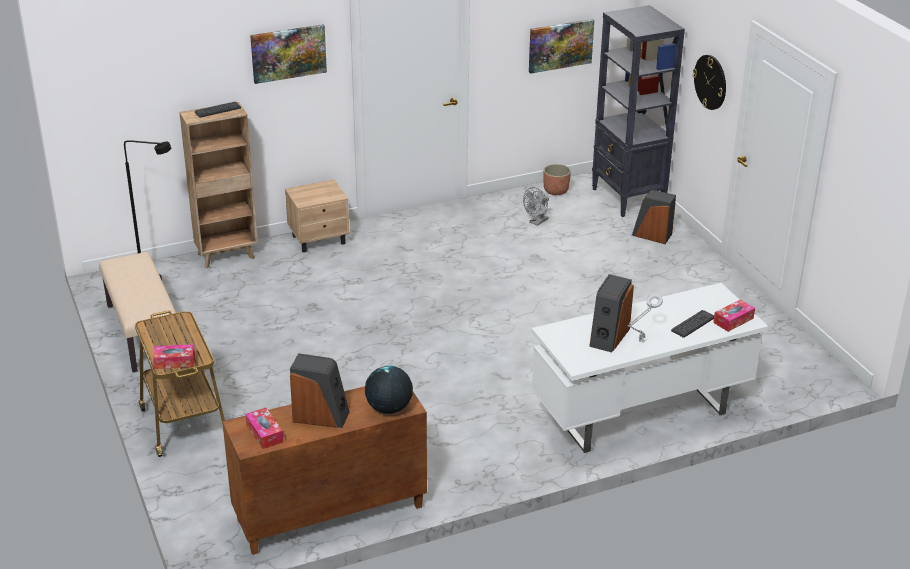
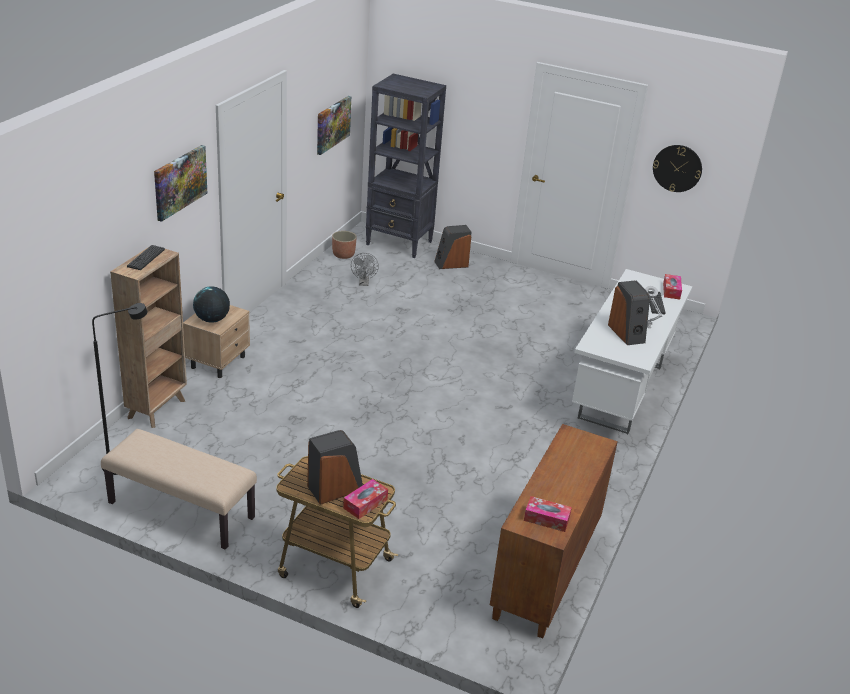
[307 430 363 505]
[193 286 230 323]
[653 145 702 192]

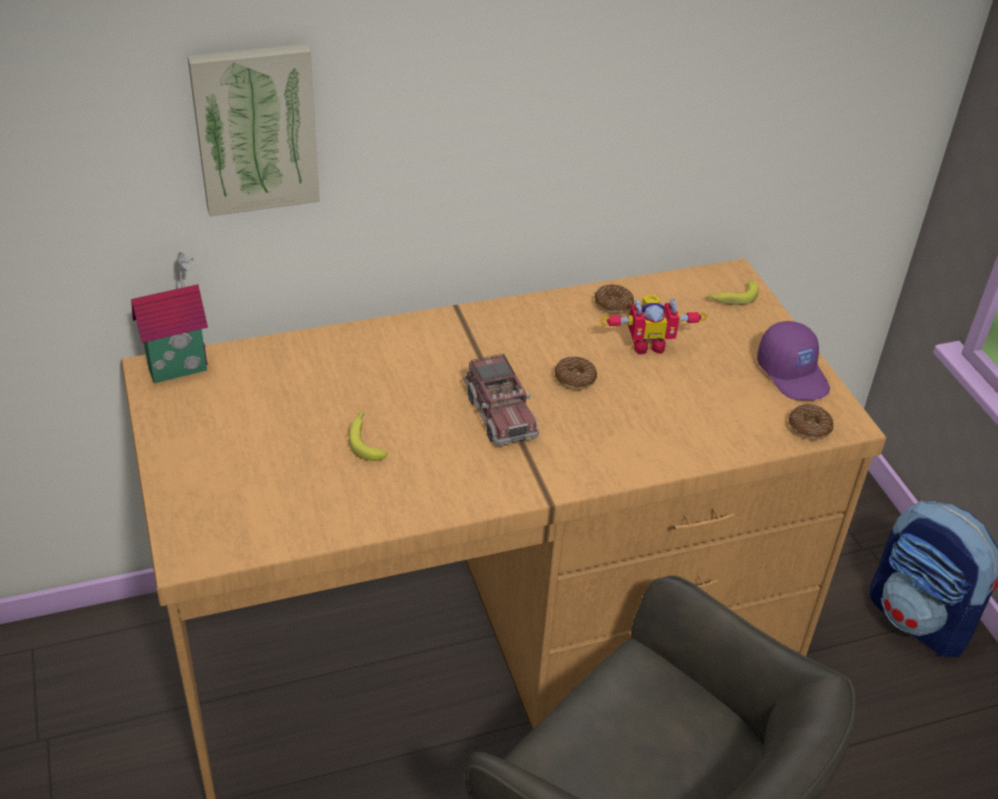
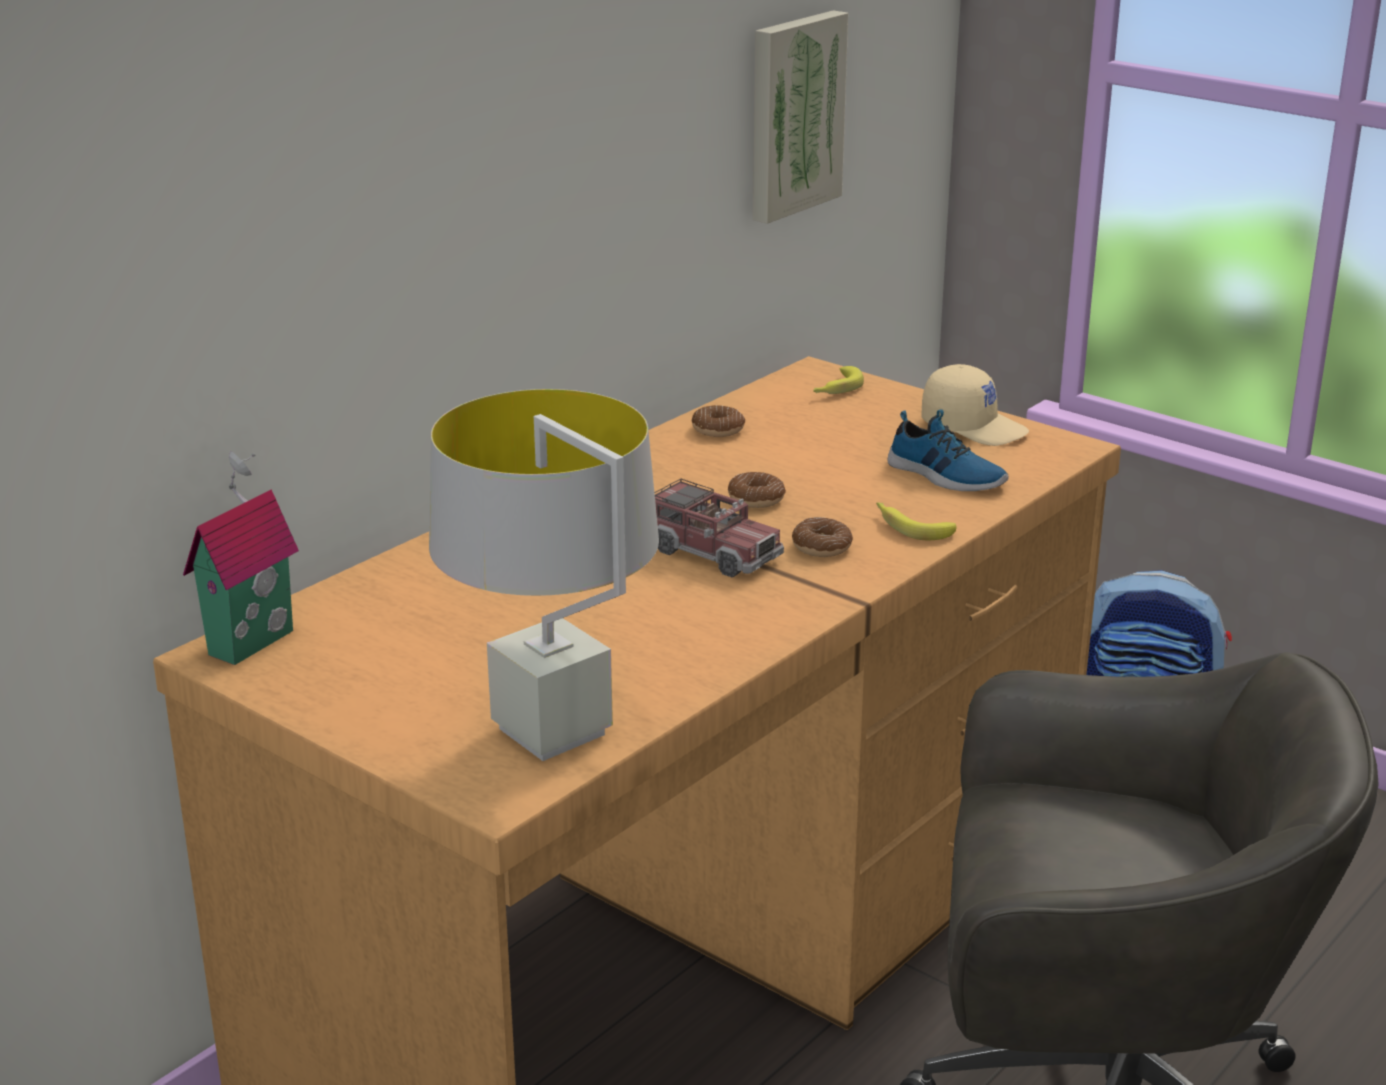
[600 294 707 355] (first image)
[429 389 659 761]
[887 409 1009 491]
[753 10 848 224]
[876 502 957 540]
[792 517 853 557]
[922 364 1029 446]

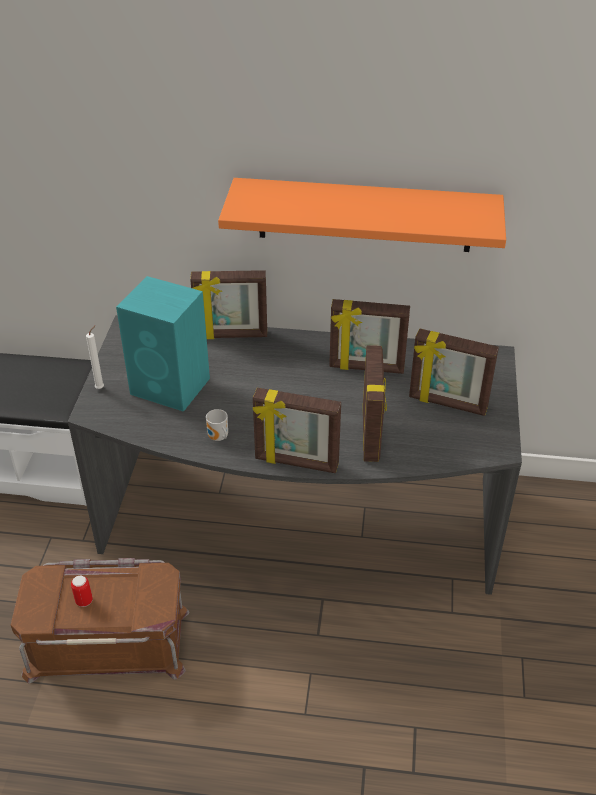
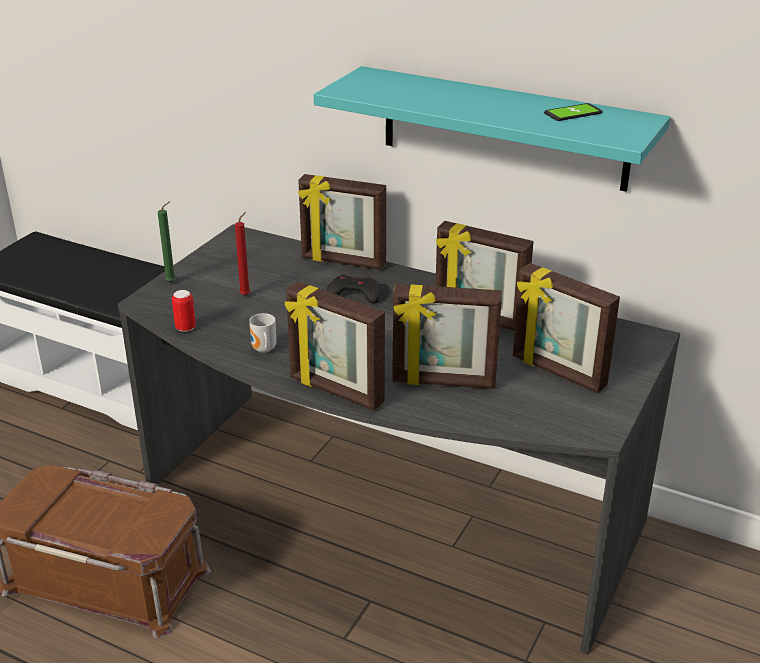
[326 275 380 304]
[544 103 602 121]
[172 290 196 332]
[235 212 250 296]
[158 201 176 282]
[314 66 670 192]
[393 284 502 389]

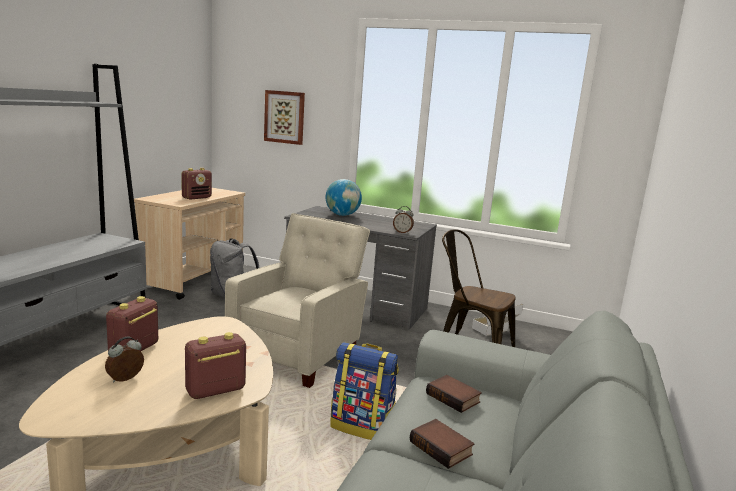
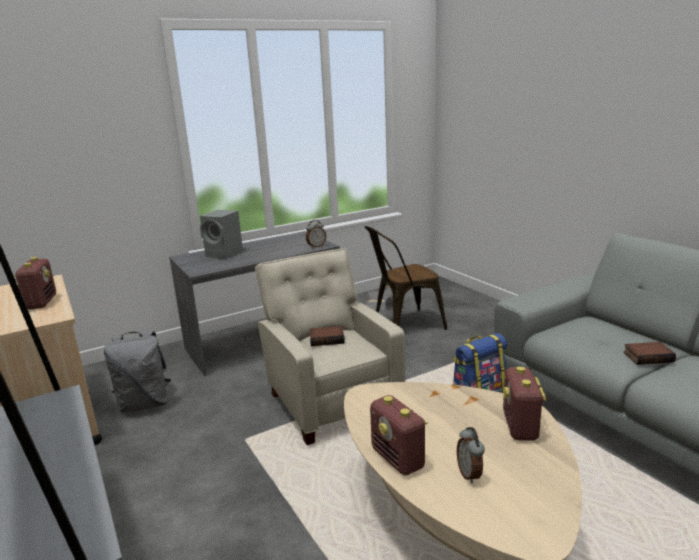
[264 90 305 145] (first image)
[310 326 345 346]
[200 210 243 259]

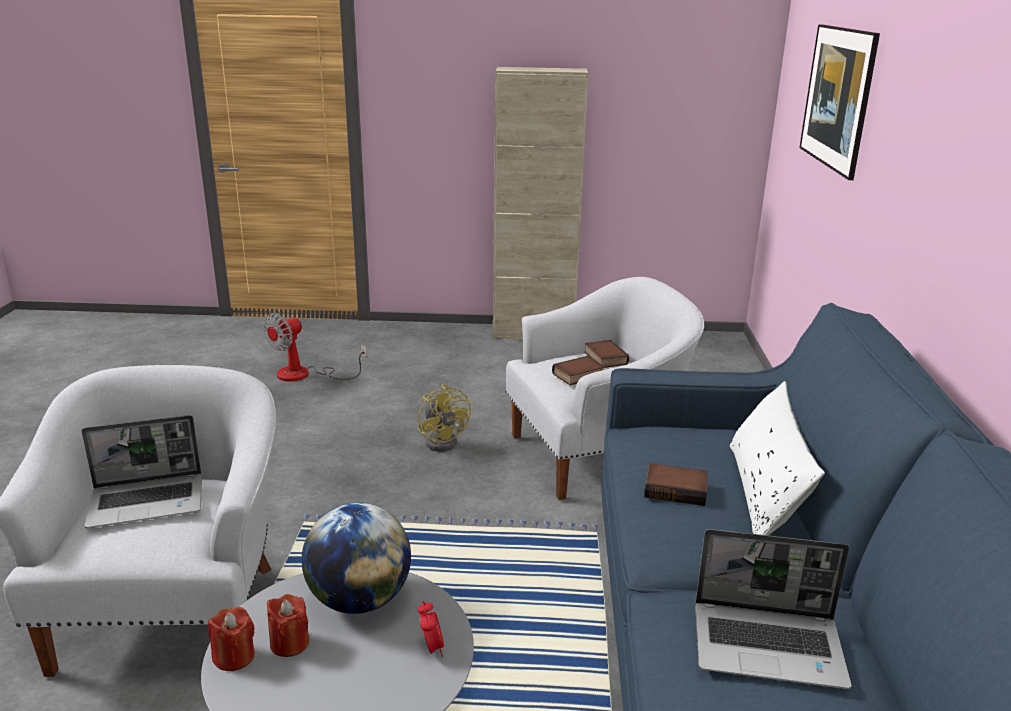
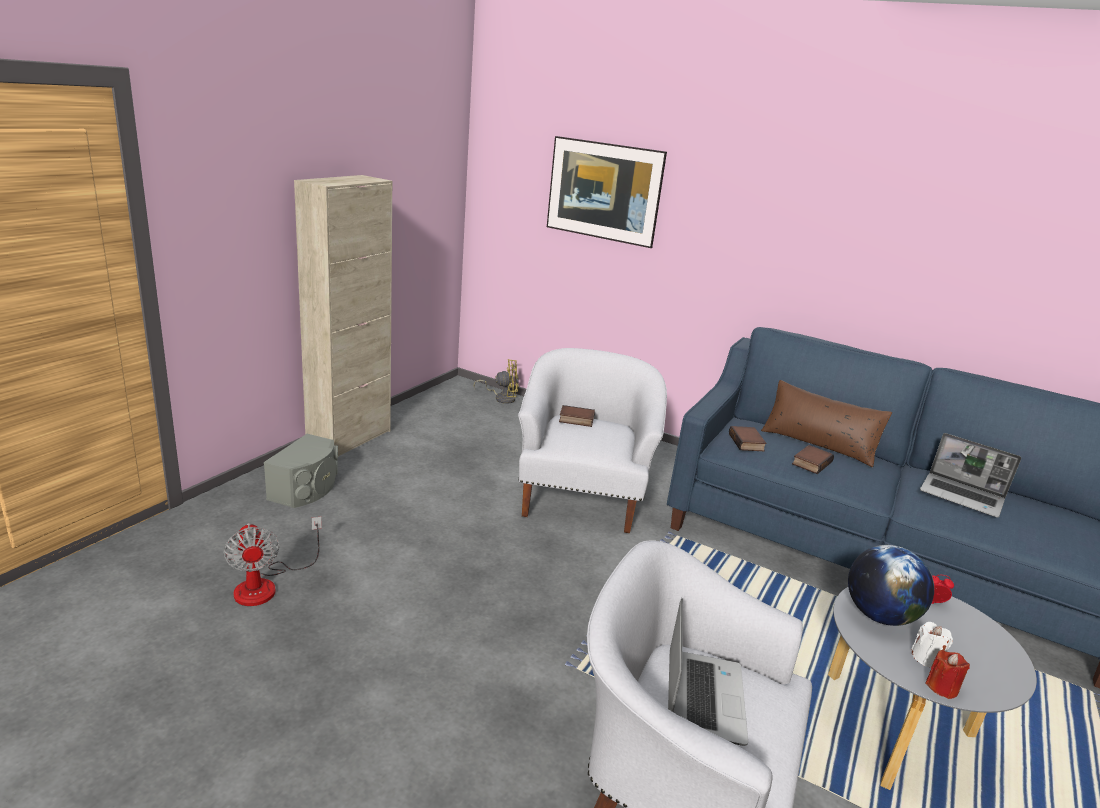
[264 434 338 508]
[474 359 519 404]
[729 426 767 451]
[911 622 953 668]
[761 380 892 467]
[920 433 1021 518]

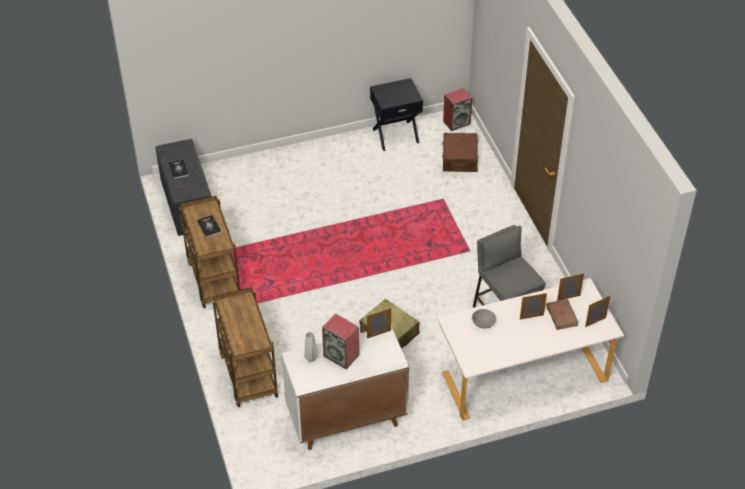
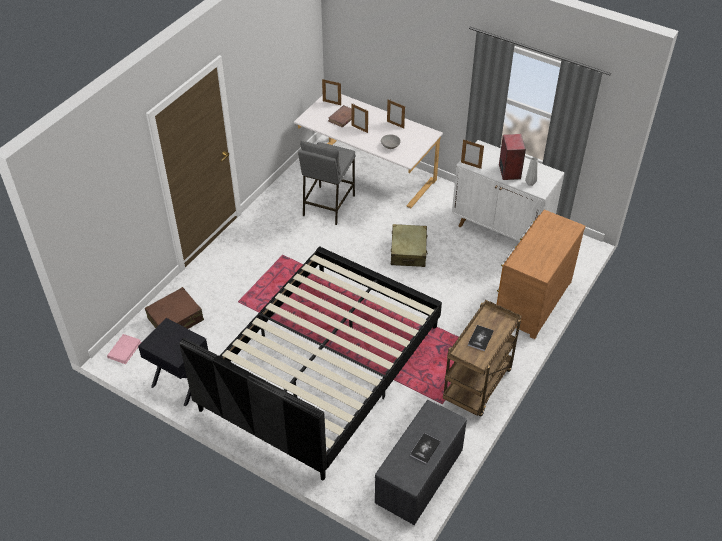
[179 246 442 480]
[387 100 405 128]
[497 209 586 339]
[107 334 141 364]

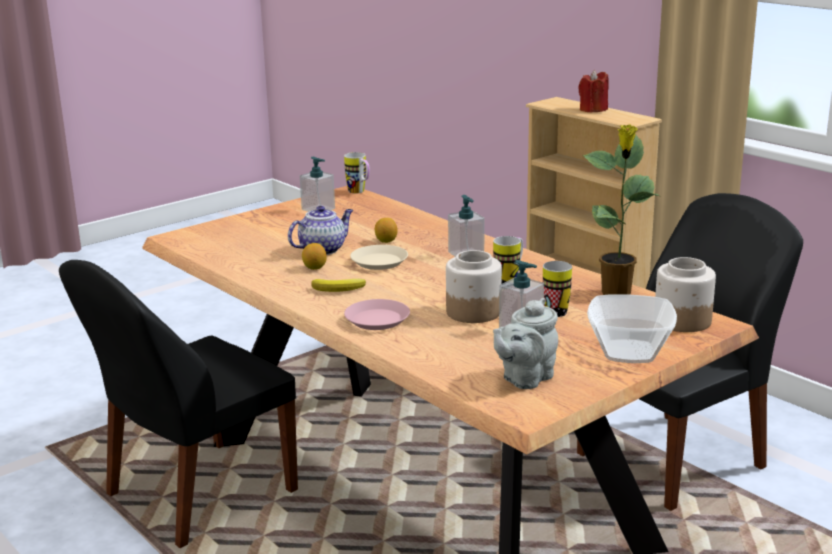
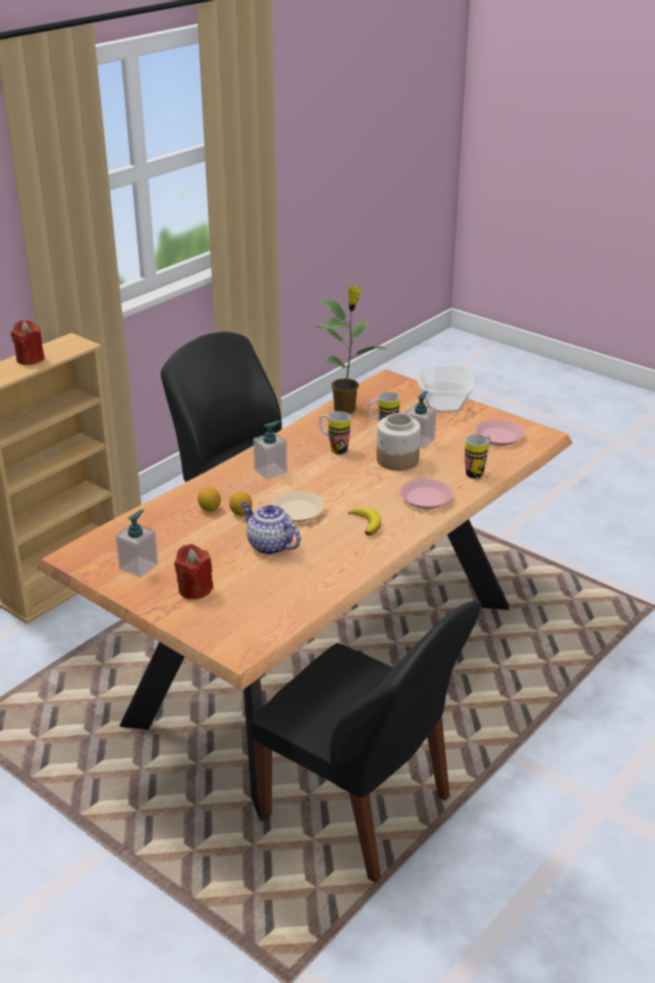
[655 257 716 332] (first image)
[174 544 213 599]
[198 487 221 511]
[465 434 490 479]
[475 420 524 446]

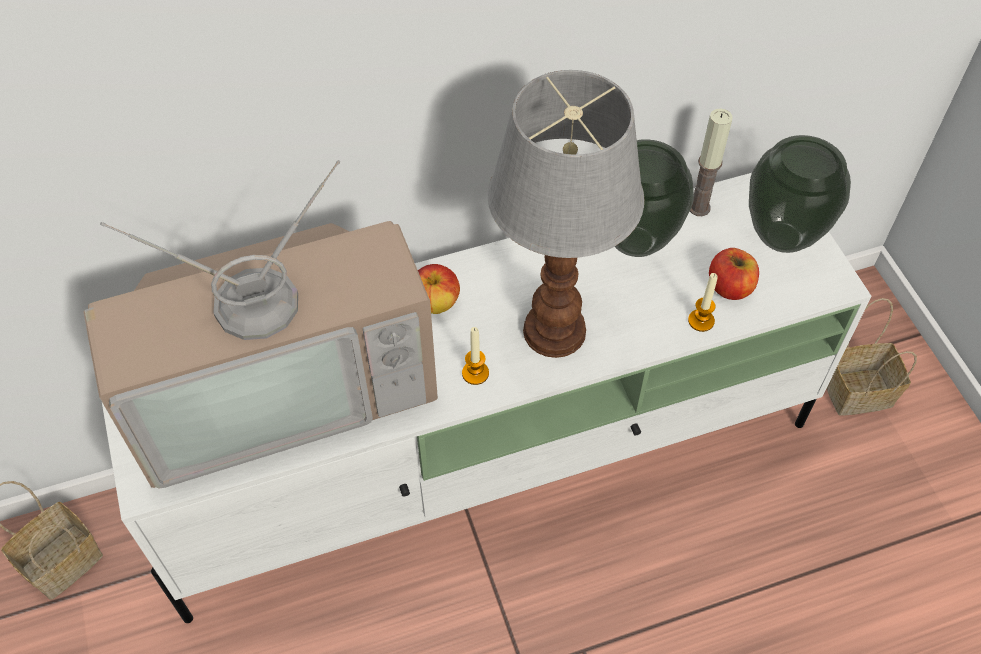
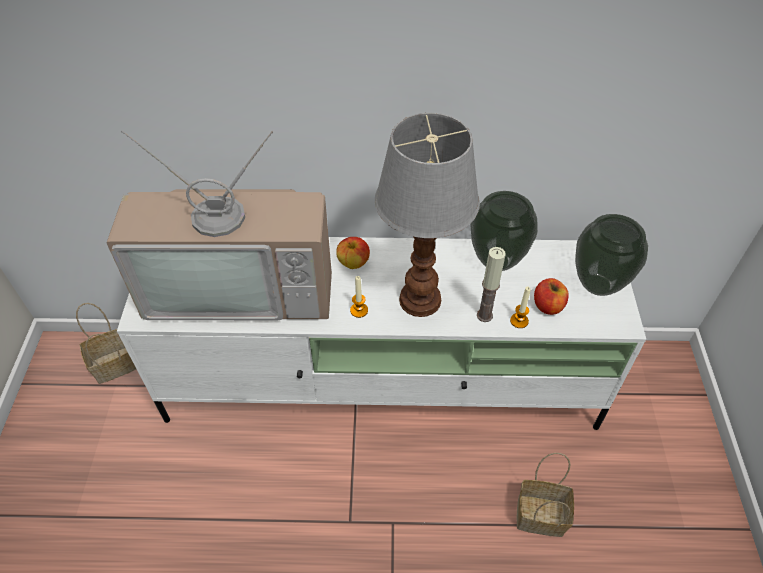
[477 247 506 322]
[517 453 574 537]

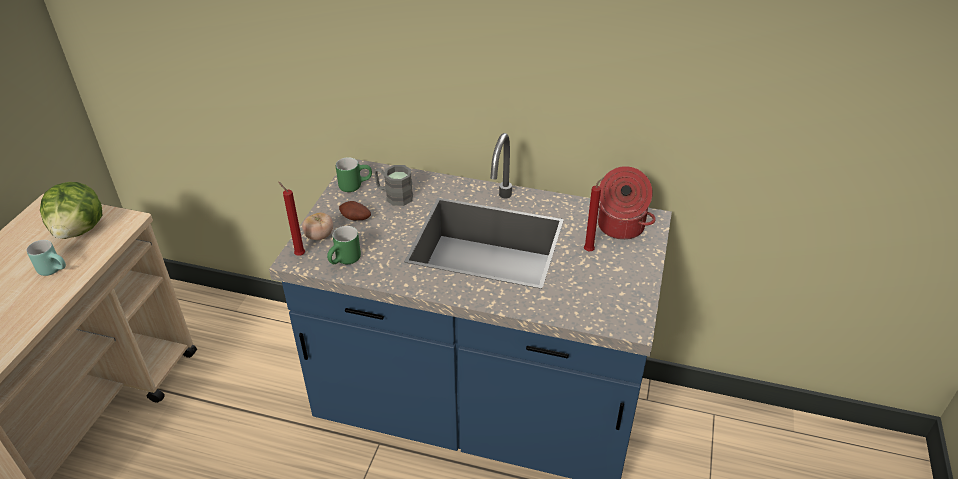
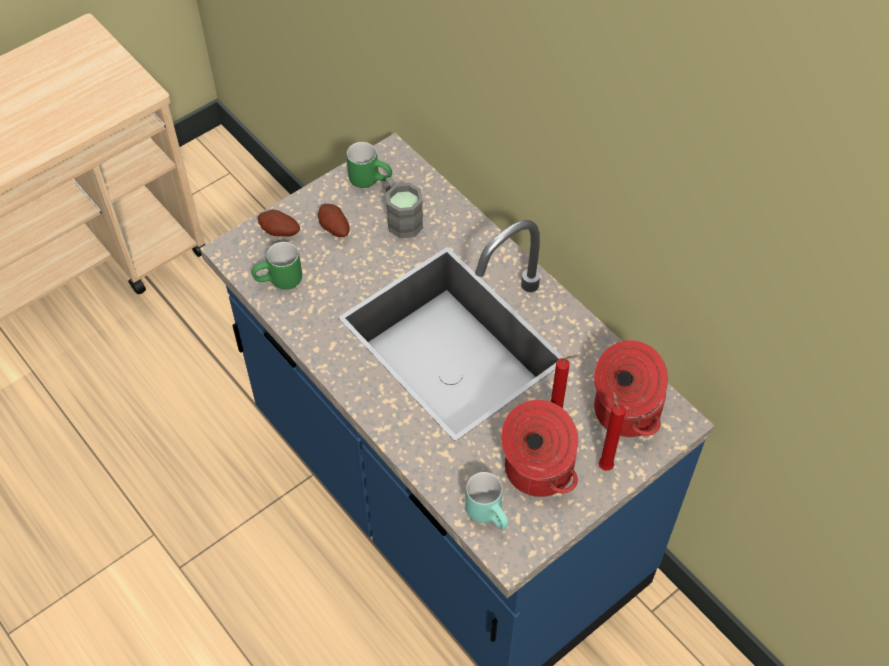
[40 182 103 239] (first image)
[501 400 578 497]
[465 472 509 529]
[598 391 626 471]
[258 210 300 237]

